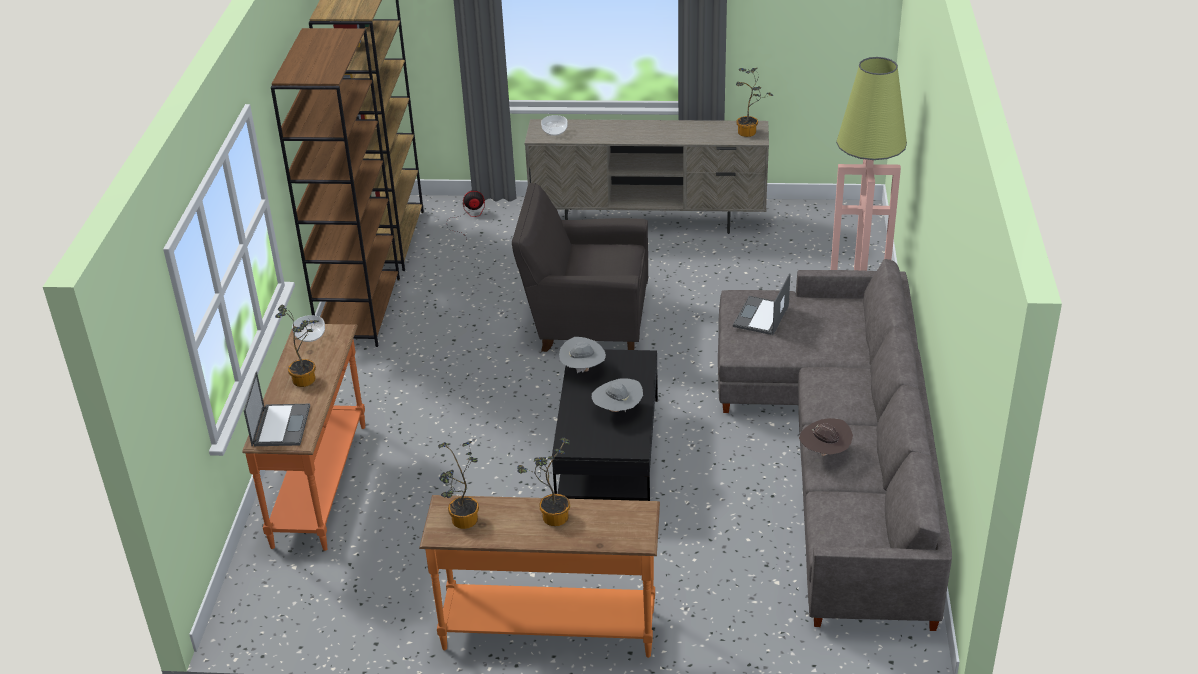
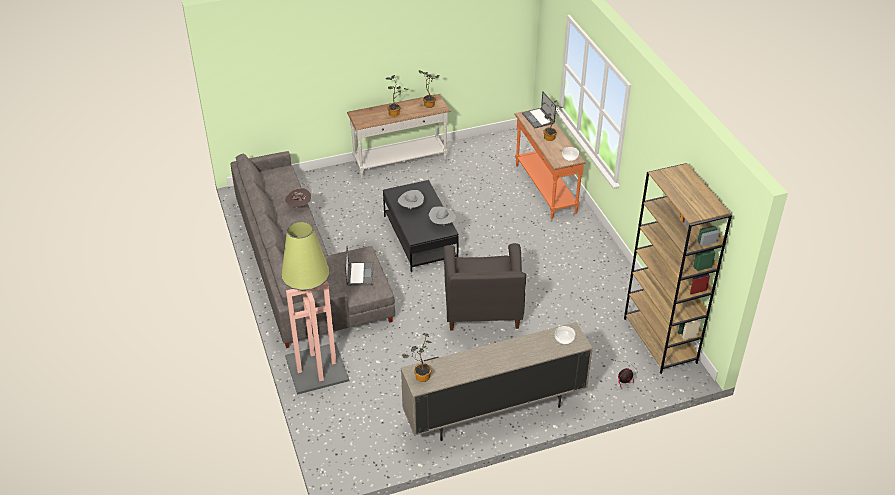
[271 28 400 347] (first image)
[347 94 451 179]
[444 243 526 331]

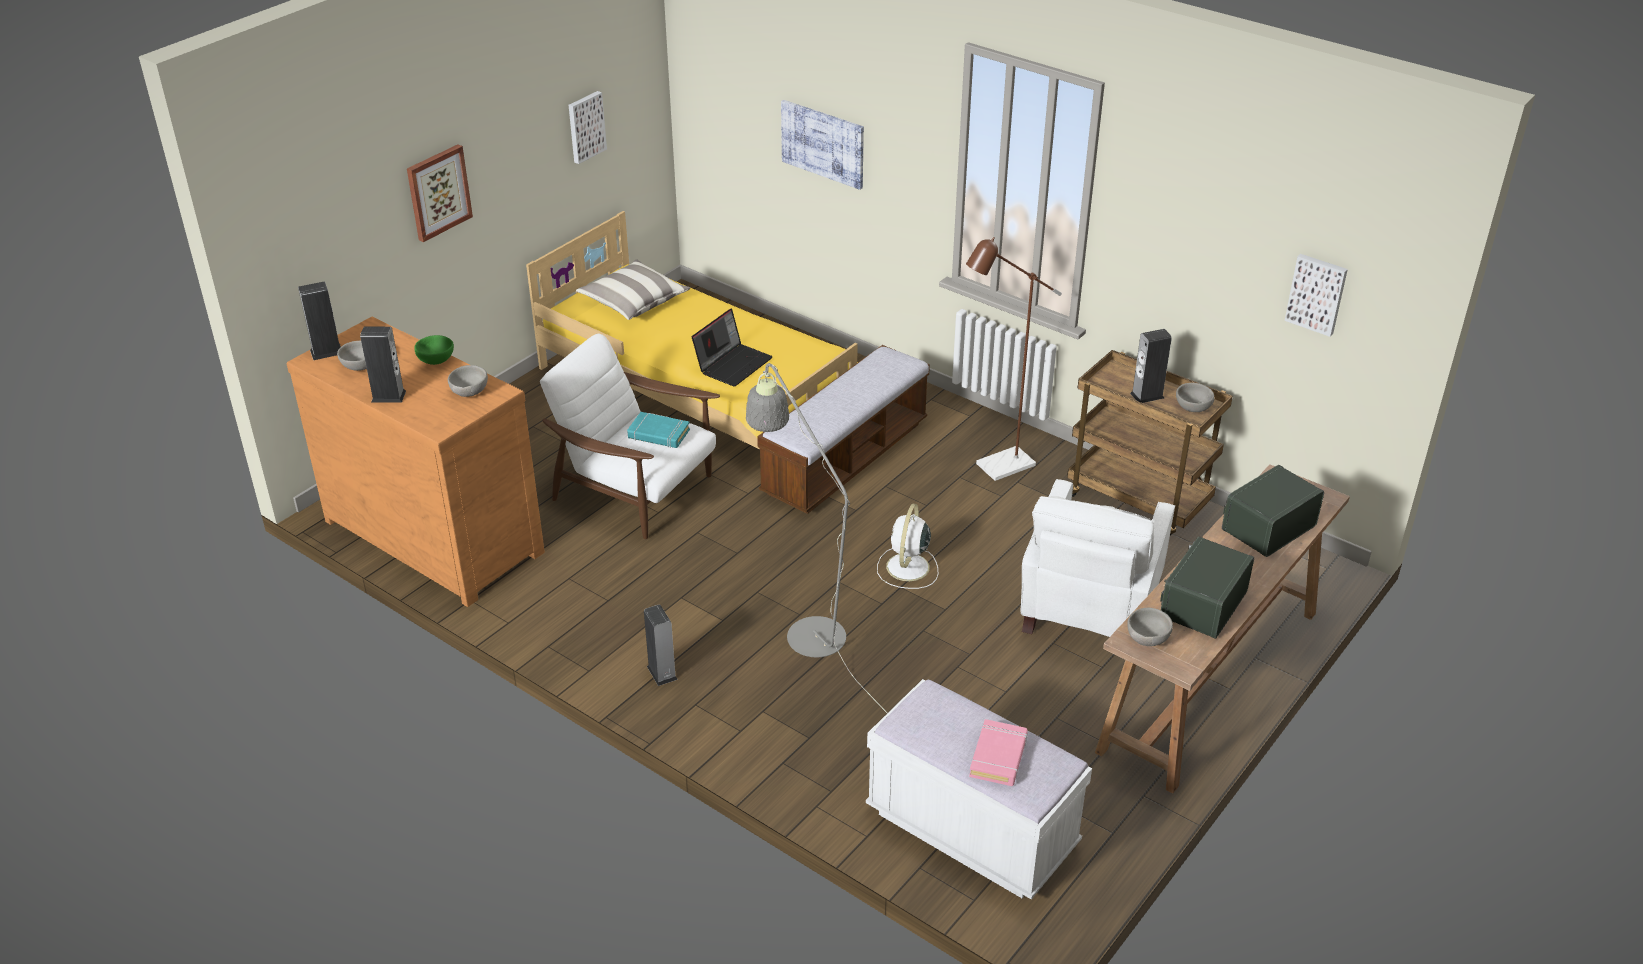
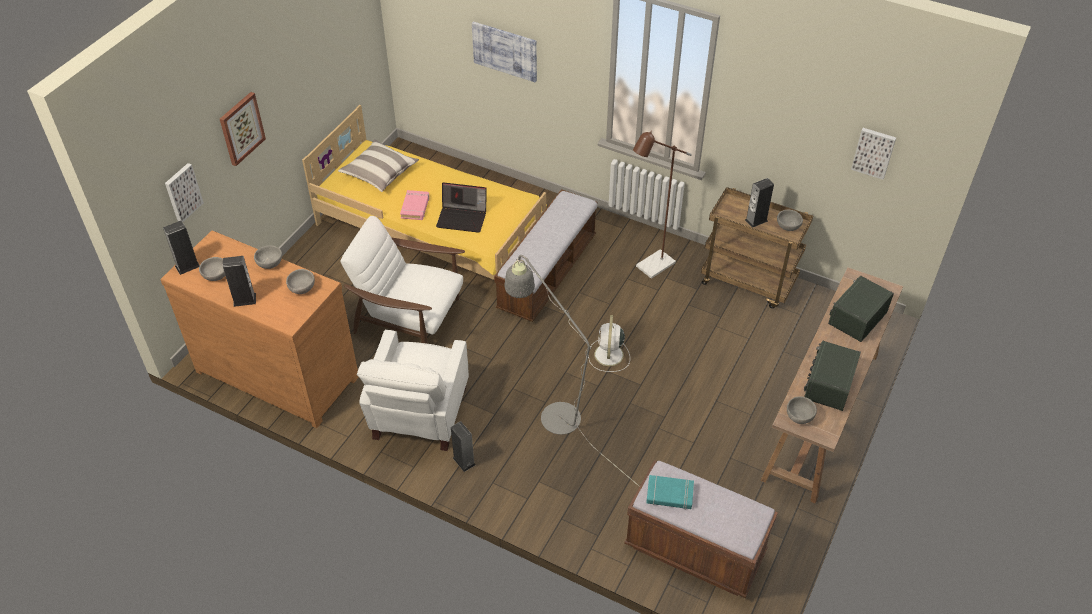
[165 163 204 222]
[646 475 694 509]
[400 190 429 220]
[357 330 469 451]
[254 245 282 269]
[624 460 778 598]
[436 182 487 233]

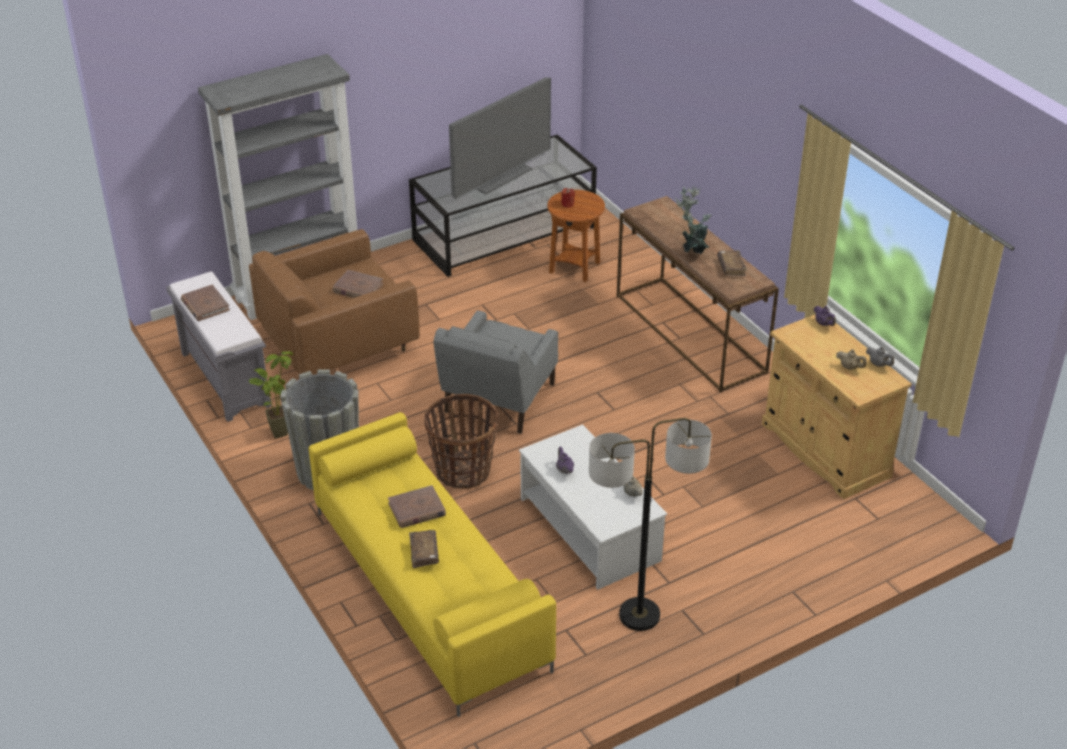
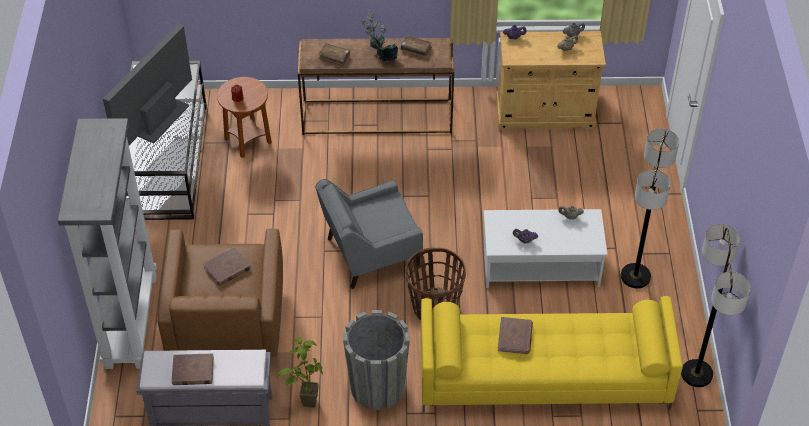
[681 224 751 387]
[318 43 350 66]
[315 179 423 289]
[103 22 192 145]

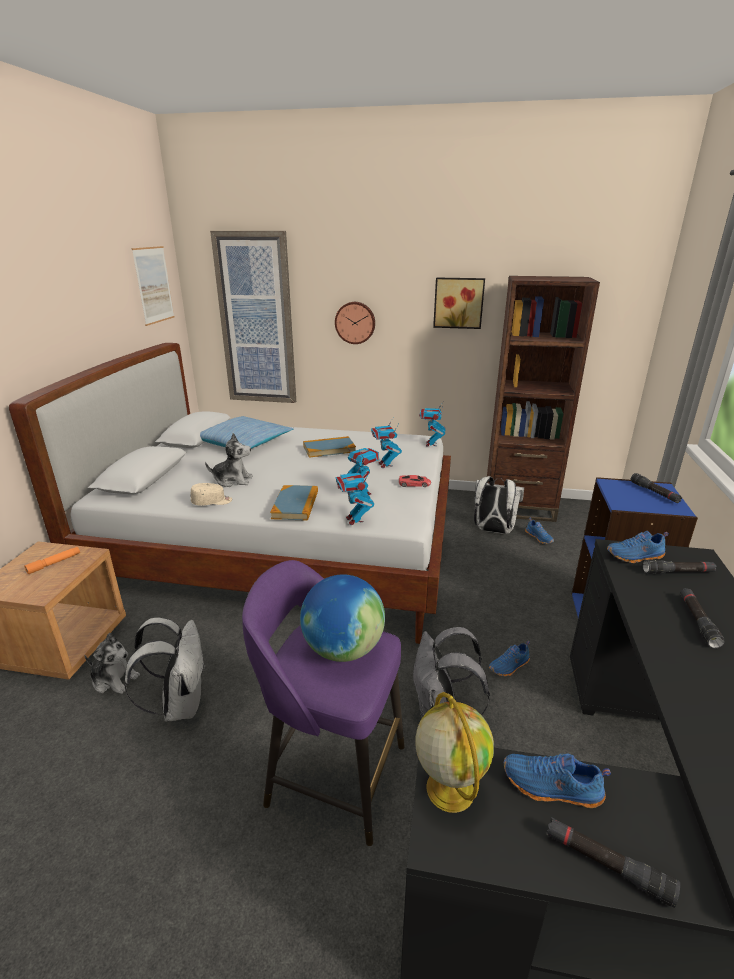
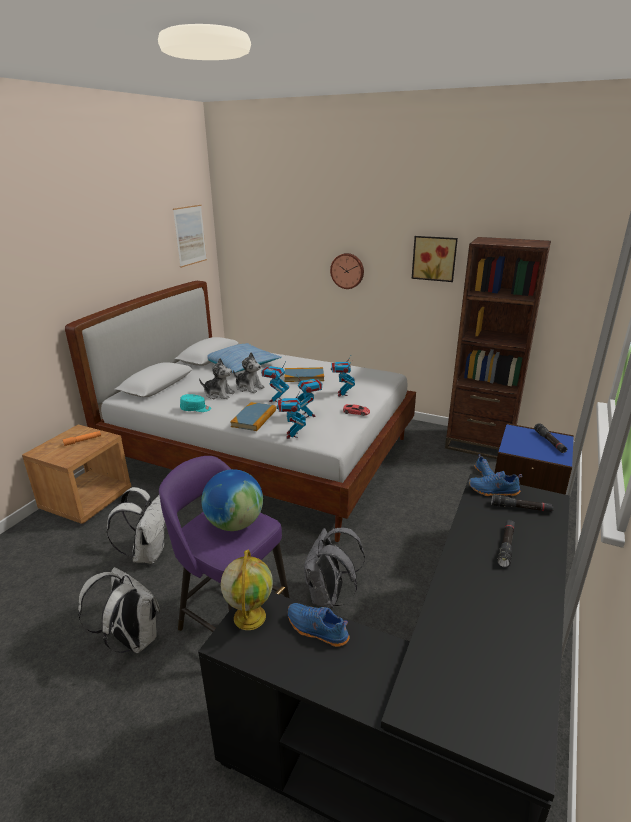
[210 231 296 403] (first image)
[489 641 530 677] (first image)
[546 817 680 908] (first image)
[233 352 265 393]
[261 365 289 402]
[78 567 161 654]
[180 394 211 412]

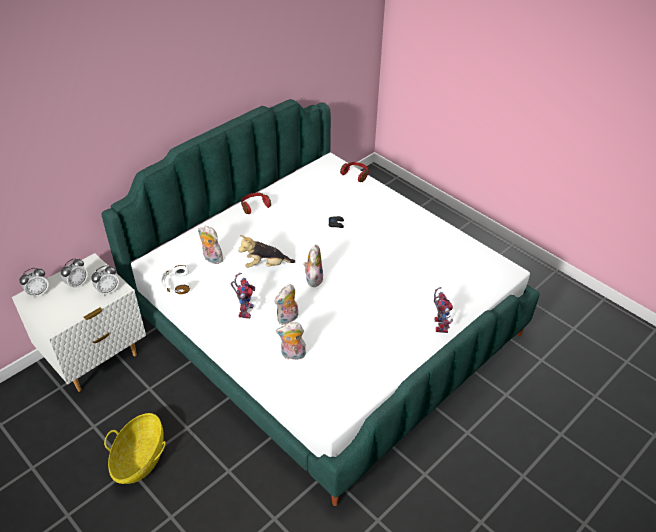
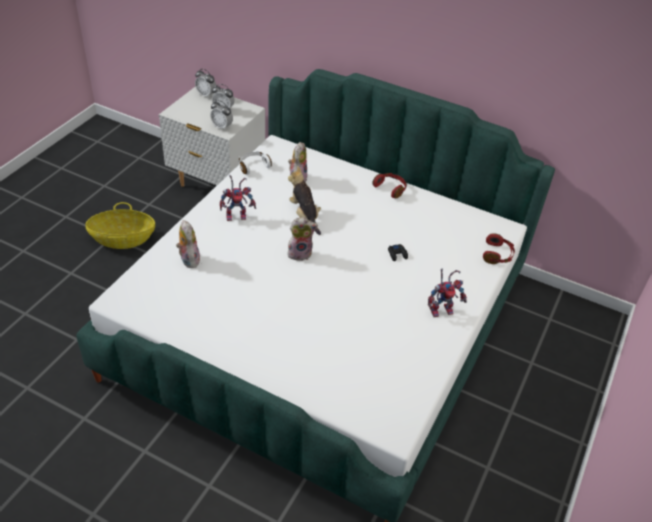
[274 284 298 325] (first image)
[428 269 467 317]

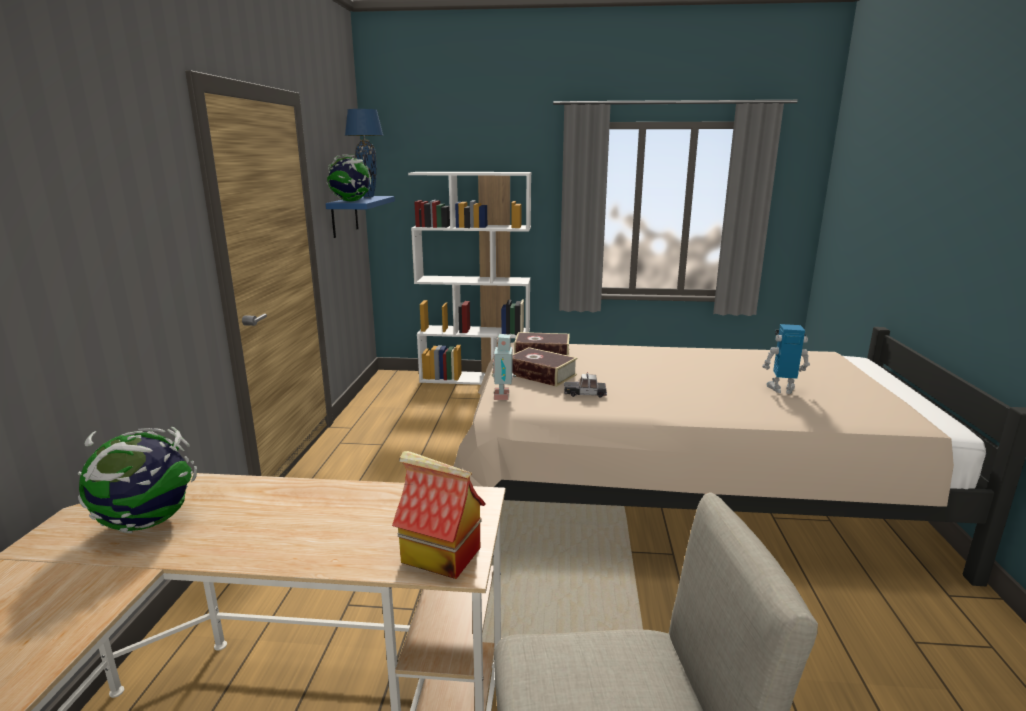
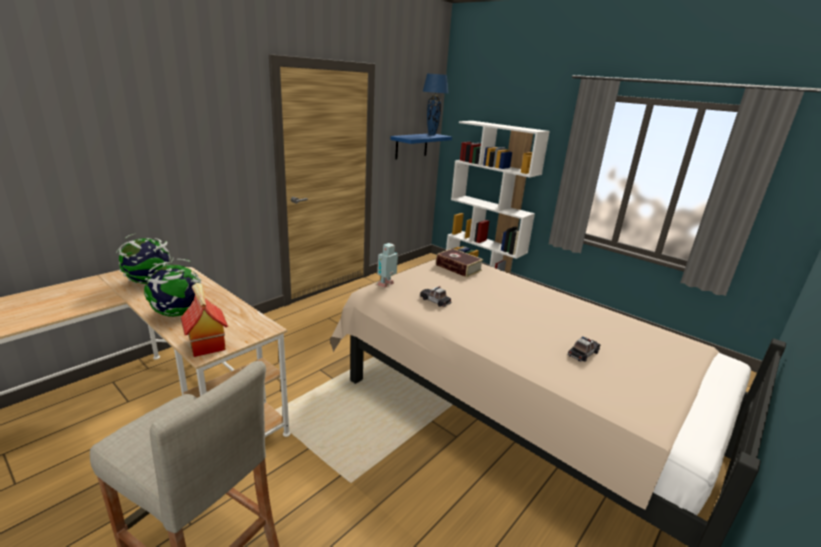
[513 347 578 387] (first image)
[144 259 201 317]
[568 336 600 362]

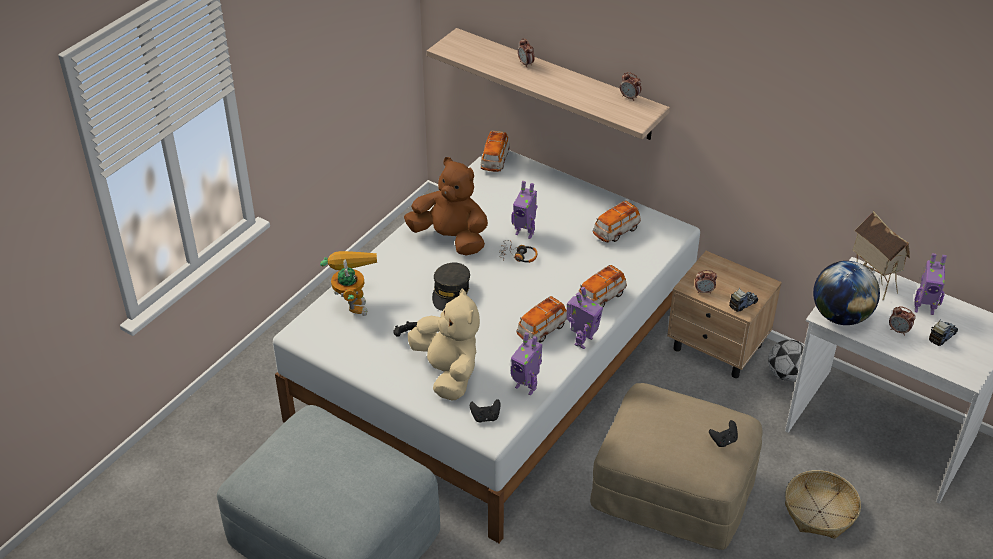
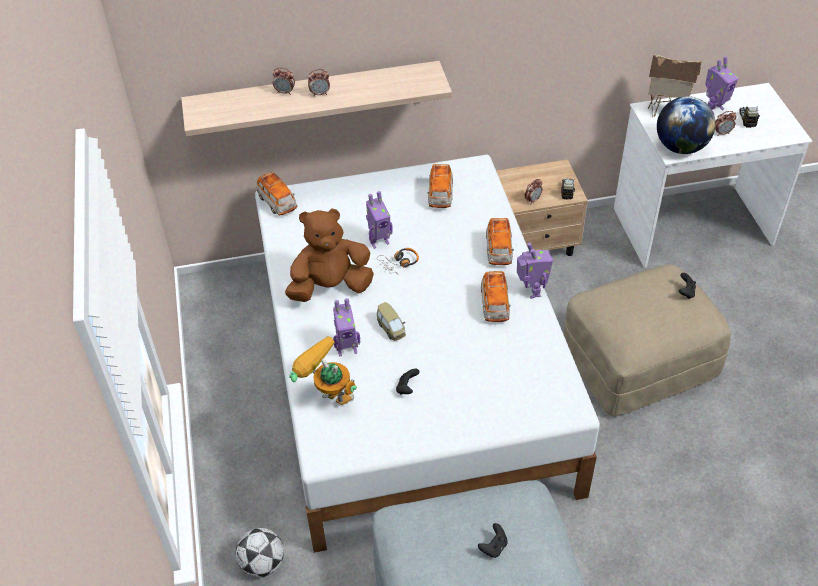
[408 288 480 400] (first image)
[785 470 861 539] (first image)
[478 523 508 558]
[333 298 360 356]
[308 69 330 97]
[236 528 284 577]
[377 302 406 341]

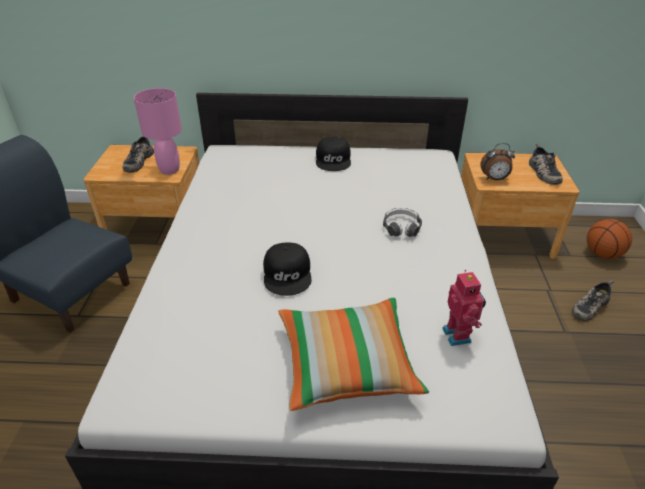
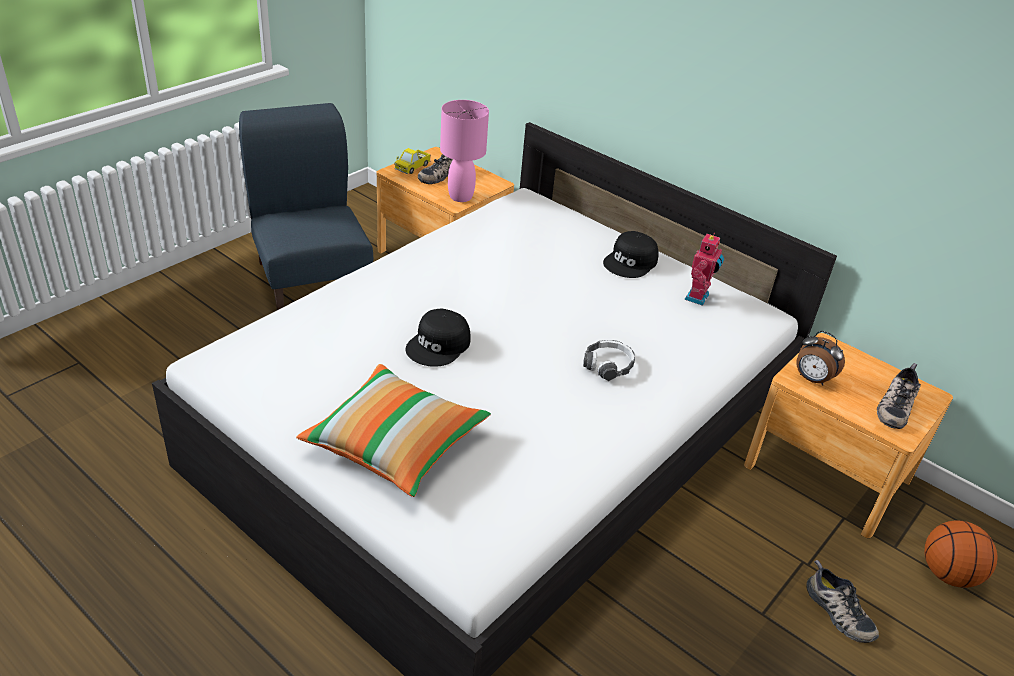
[394 148 431 174]
[684 233 724 306]
[806 560 879 643]

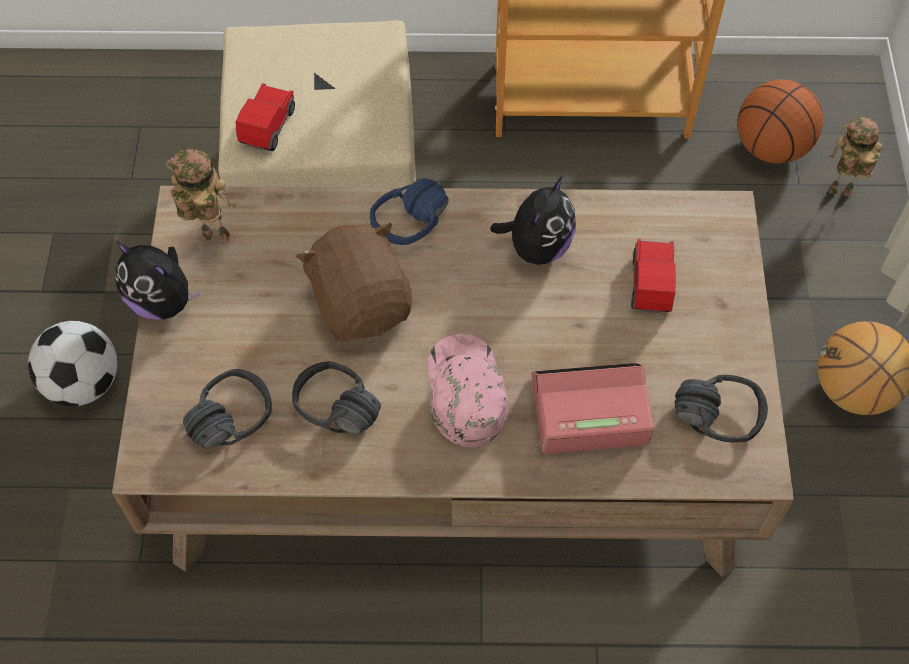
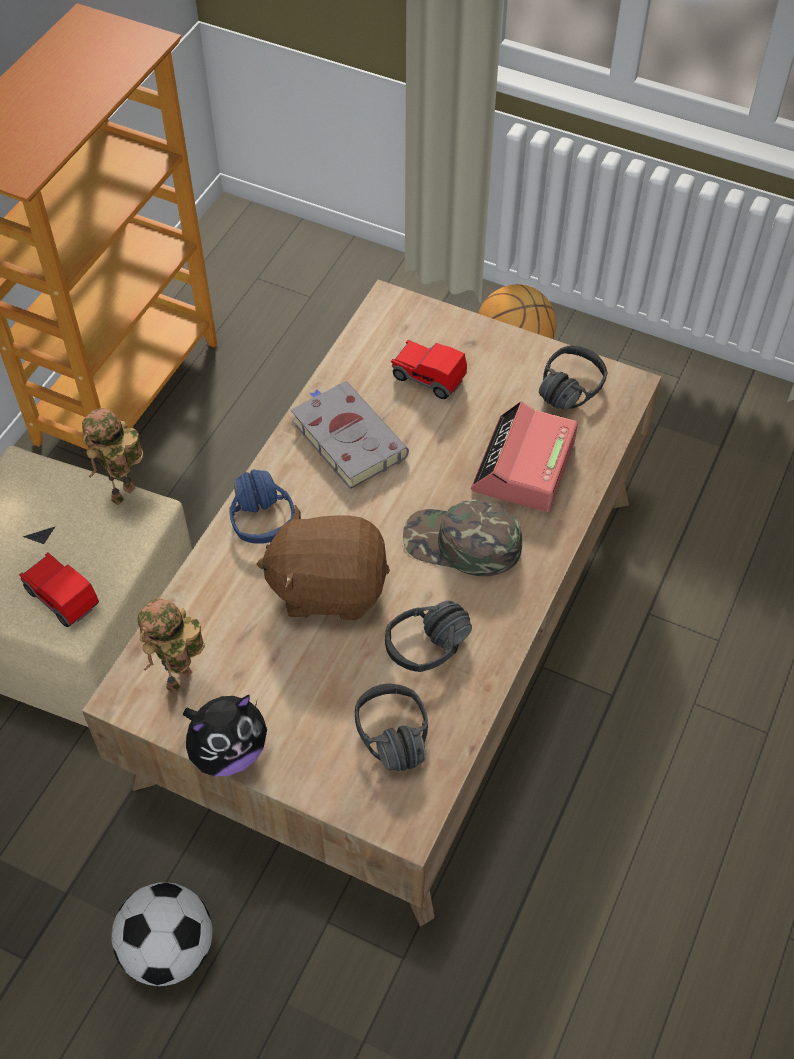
[737 79 823 164] (first image)
[82 408 143 505]
[291 381 409 489]
[403 500 522 577]

